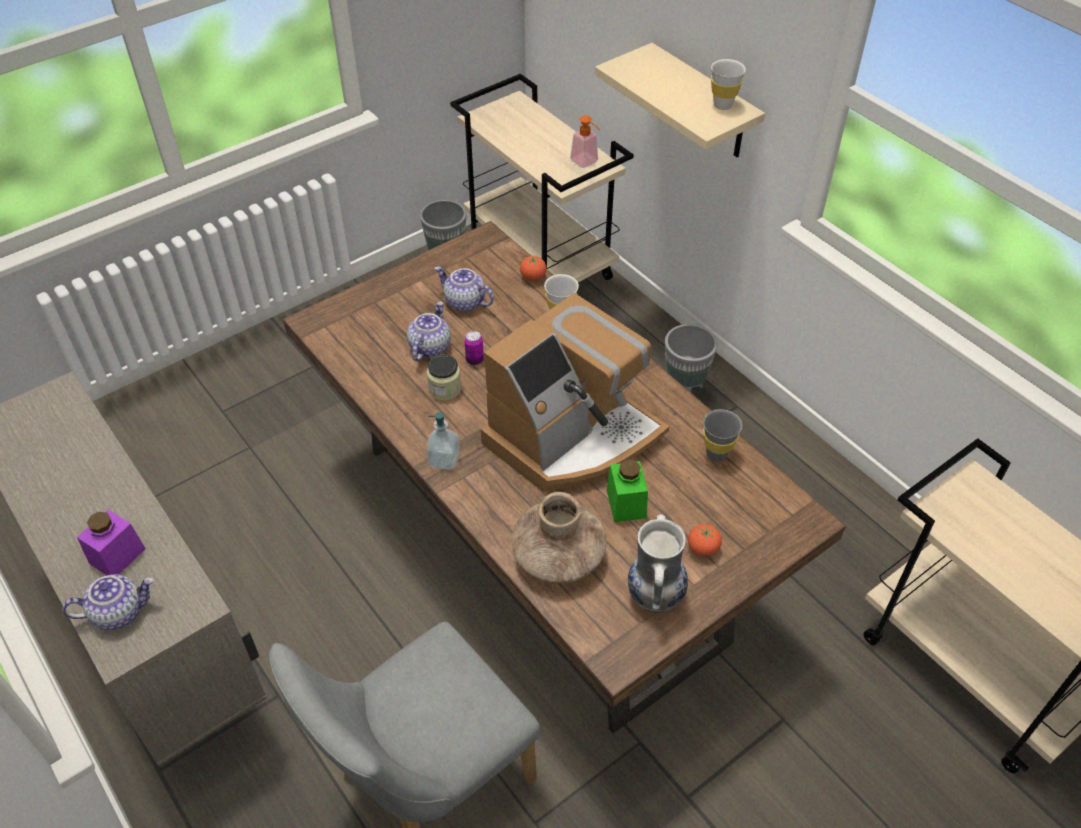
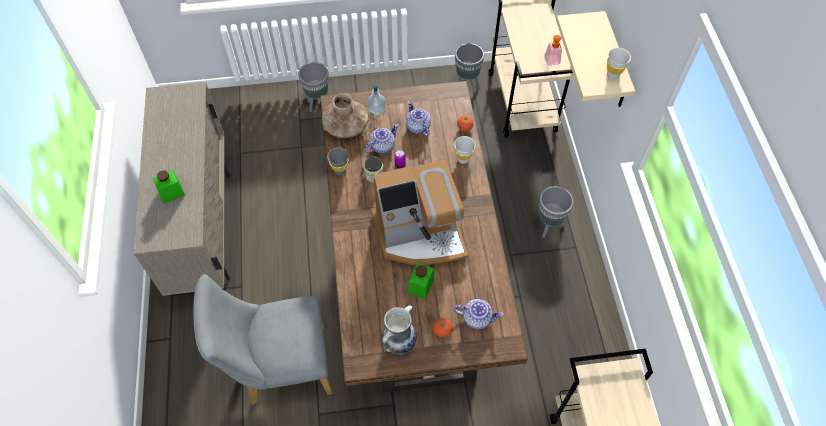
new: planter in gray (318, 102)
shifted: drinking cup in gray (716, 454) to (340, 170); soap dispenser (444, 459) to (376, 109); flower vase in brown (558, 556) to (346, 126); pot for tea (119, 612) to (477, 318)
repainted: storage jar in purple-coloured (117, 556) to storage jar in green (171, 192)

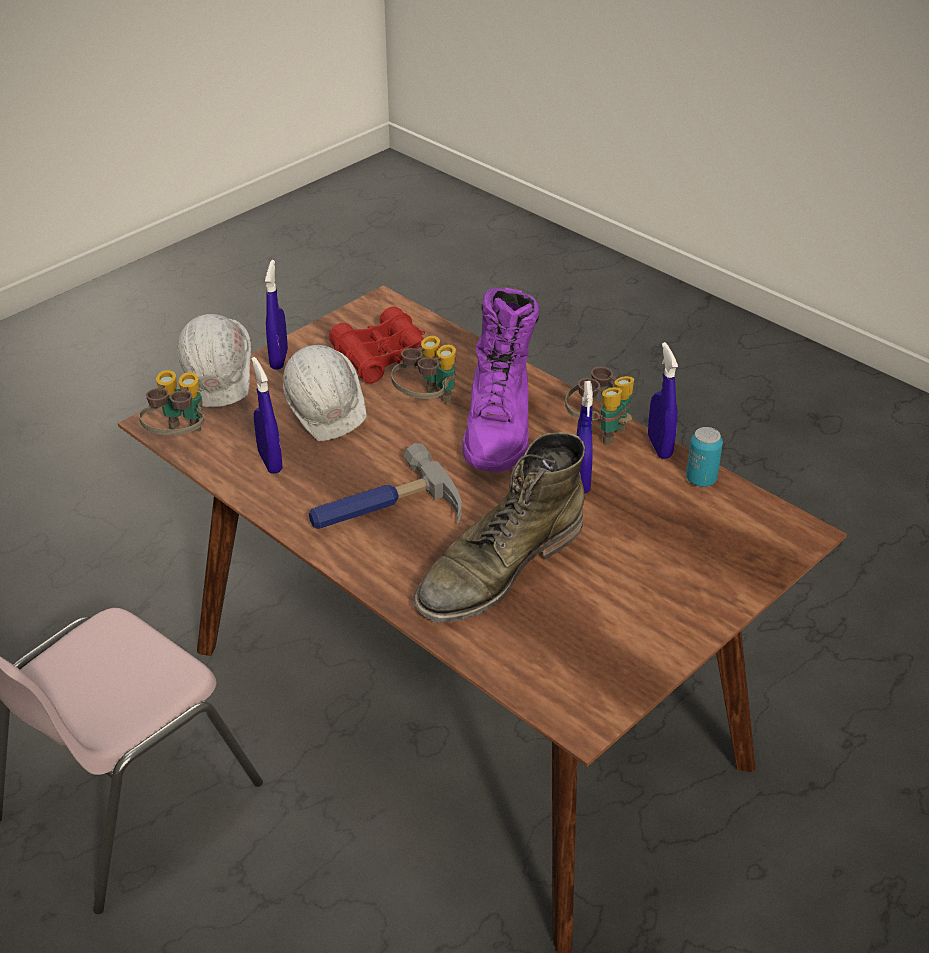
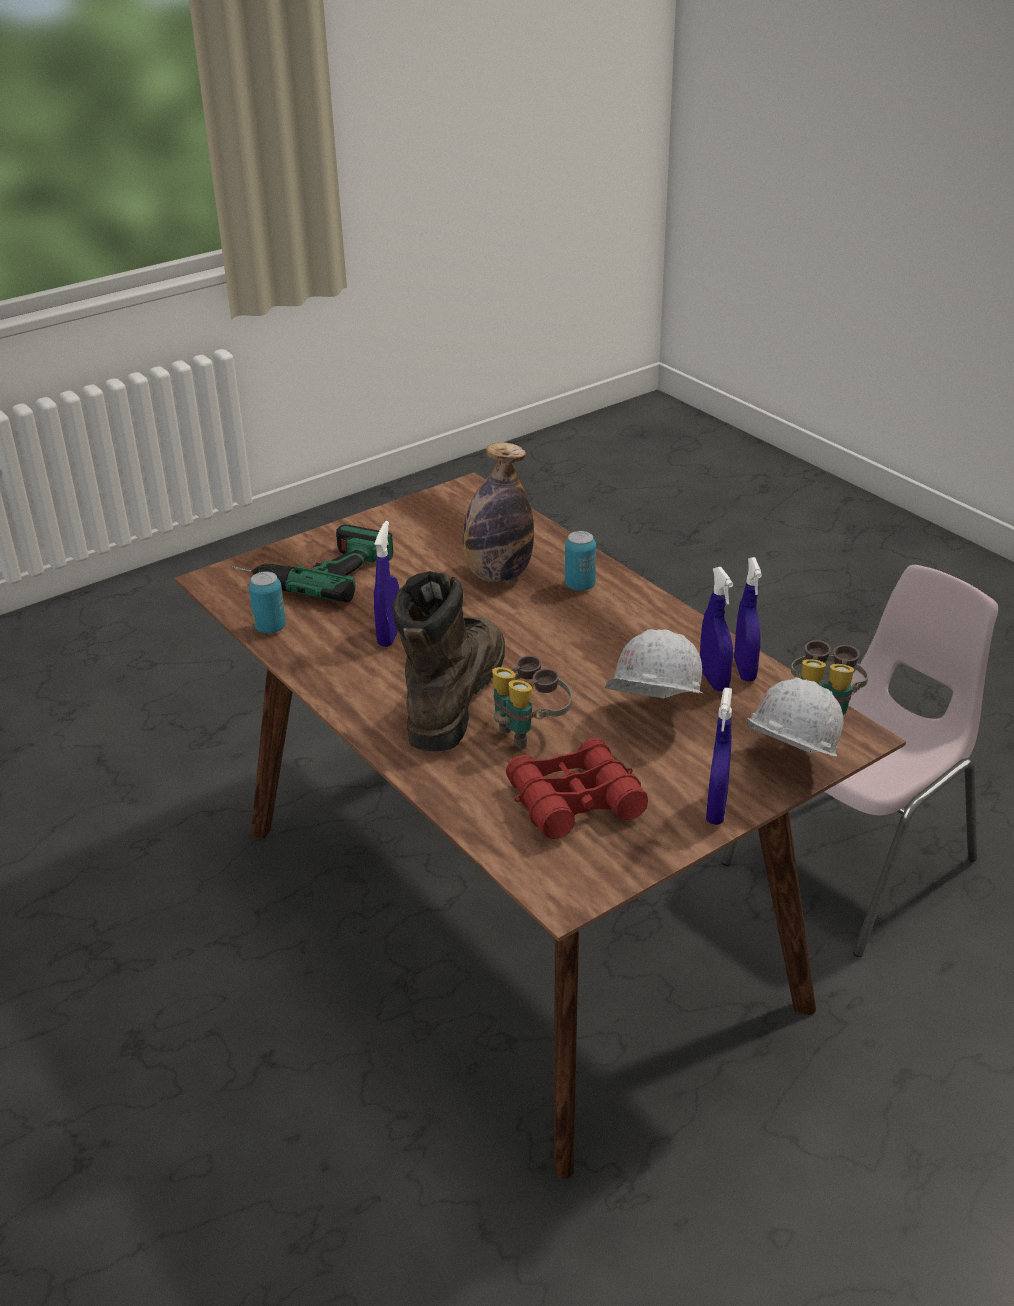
gone: binoculars (599, 430); tool hammer (383, 511)
new: electric drill (312, 570); sealed can (580, 585)
shifted: spray bottle in blue (659, 447) to (744, 670)
swapped: tall boot in green (498, 568) to bottle (498, 575)
repainted: tall boot in purple-coloured (499, 427) to tall boot in brown (453, 695)

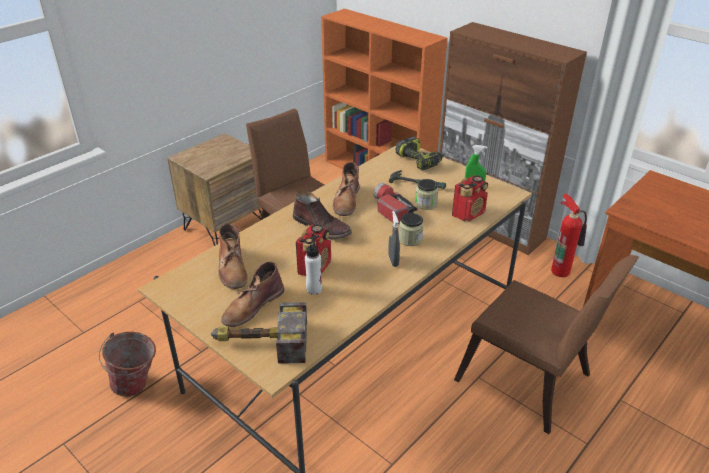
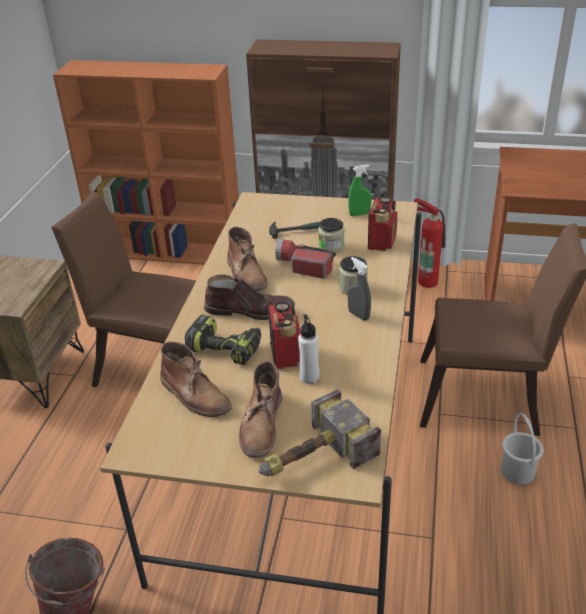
new: pail in white (518, 471)
shifted: electric drill (419, 160) to (226, 348)

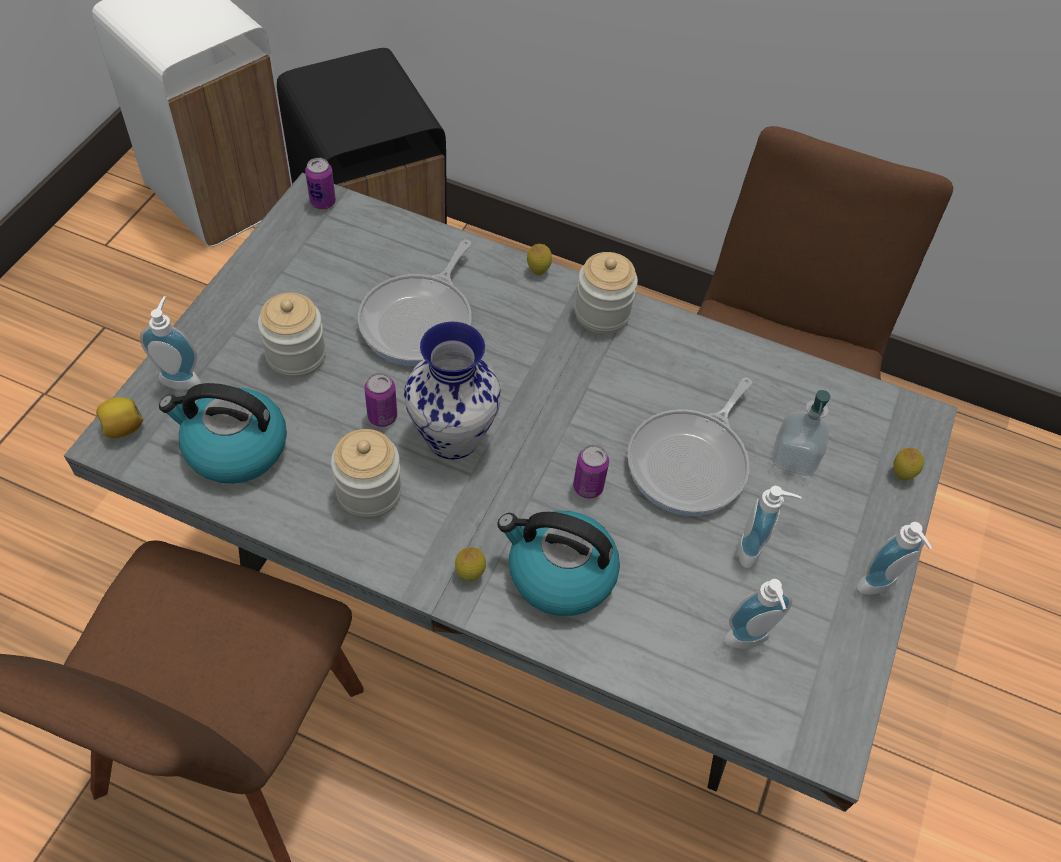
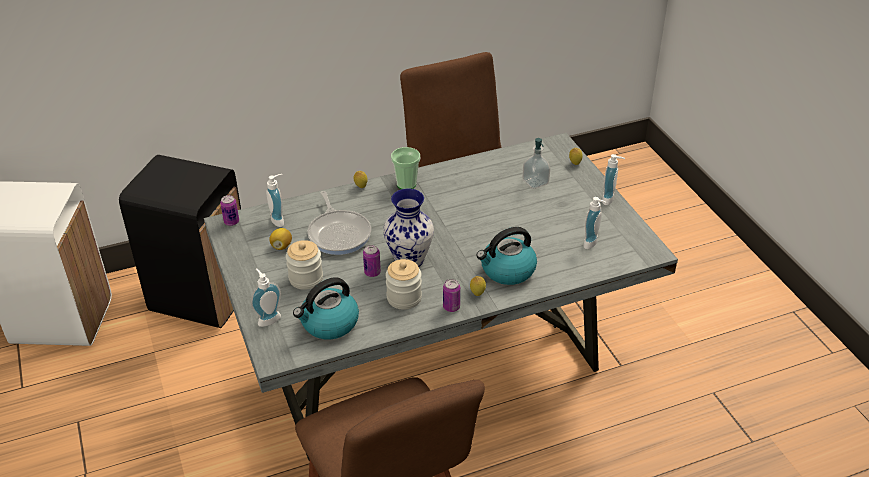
gone: pan (691, 463)
shifted: lemon (123, 428) to (281, 246); sealed can (588, 487) to (451, 307); soap dispenser (754, 550) to (280, 220)
swapped: storage jar (602, 313) to drinking cup (406, 184)

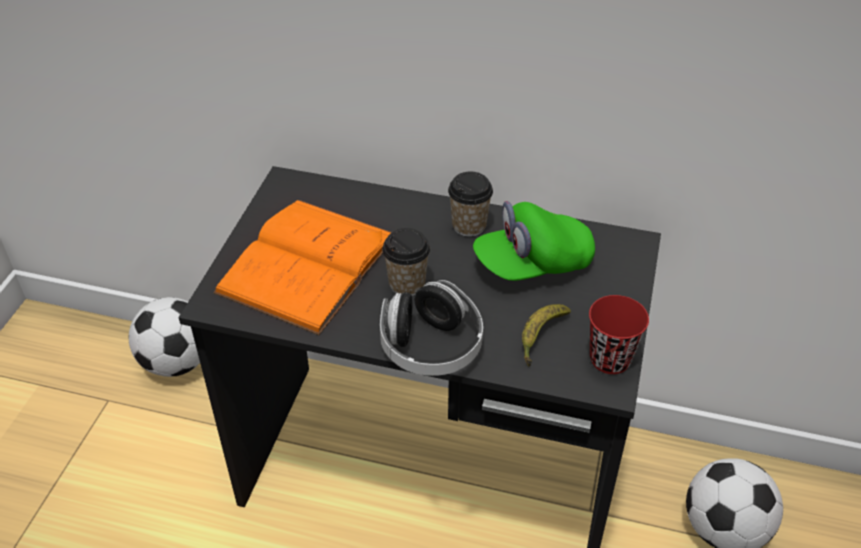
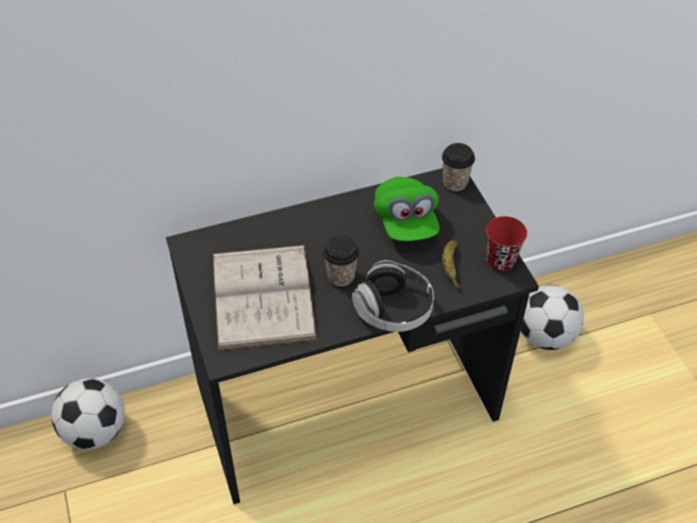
shifted: drinking cup (469, 226) to (455, 182)
repainted: book in orange-coloured (308, 263) to book in white (263, 295)
rotated: baseball cap in green (533, 264) = (406, 222) 45 degrees counterclockwise

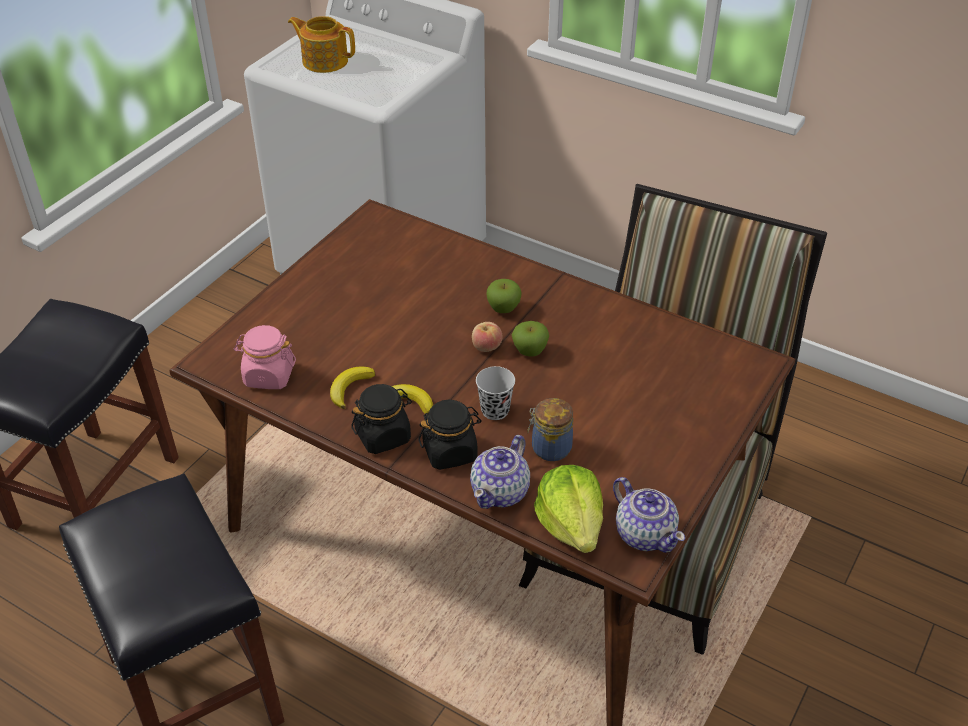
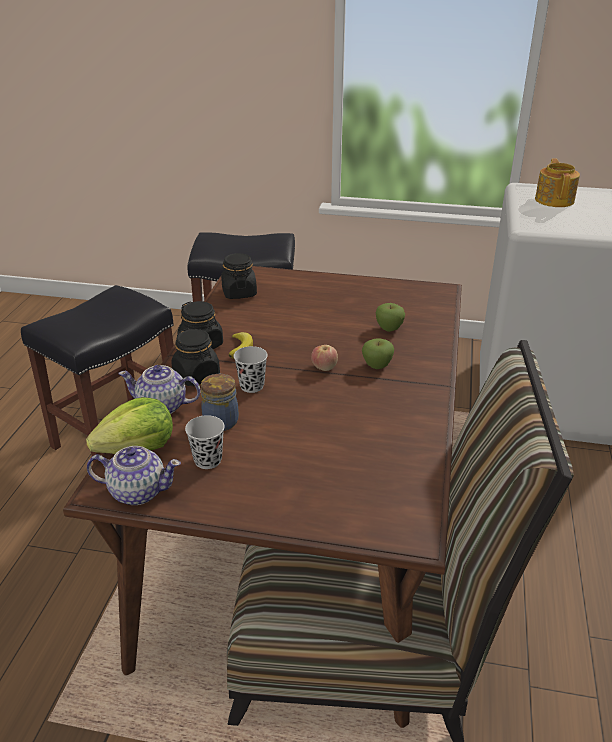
gone: whole banana (350, 388)
new: drinking cup in blackish (208, 460)
shifted: apple (529, 351) to (389, 328)
repainted: storage jar in pink-coloured (268, 376) to storage jar in blackish (239, 292)
rotated: pot for tea (645, 533) = (137, 491) 120 degrees counterclockwise

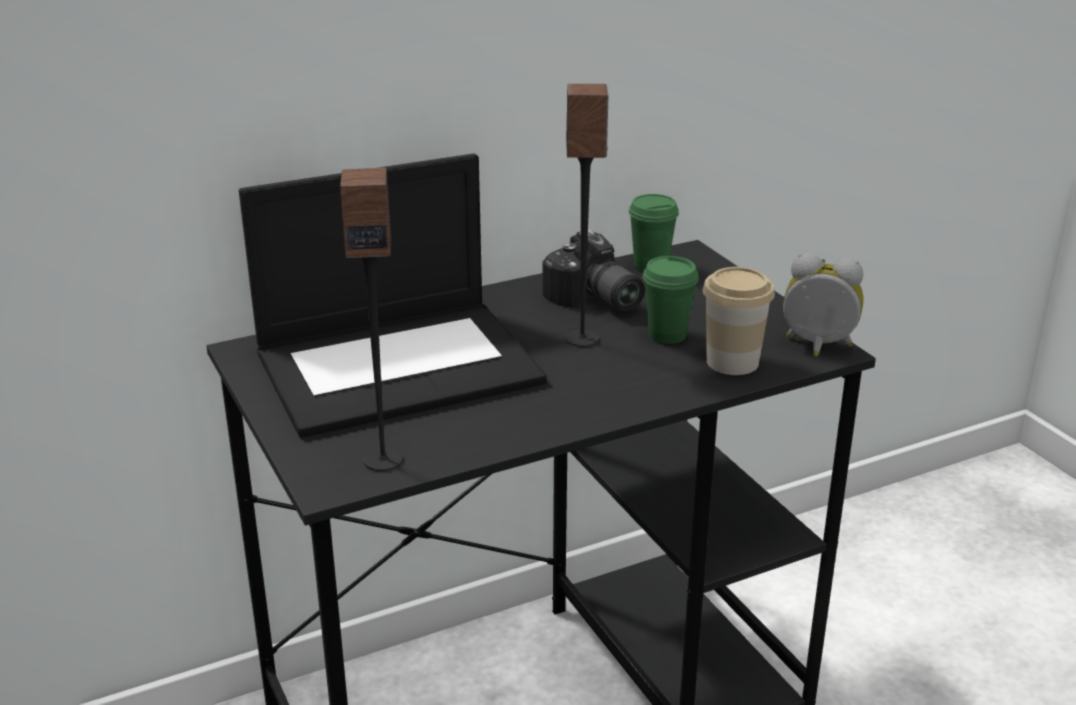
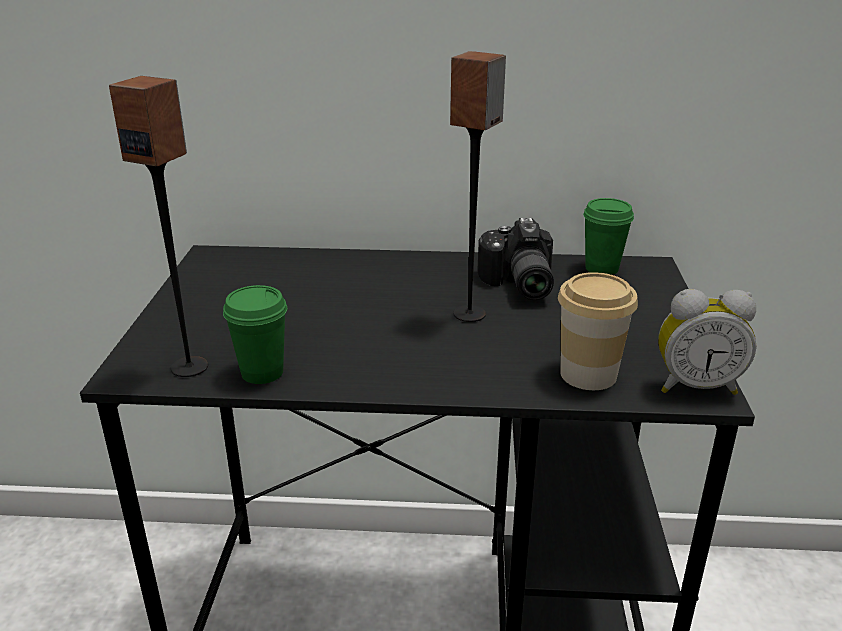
gone: portable computer (400, 365)
shifted: drinking cup in green (667, 335) to (262, 372)
rotated: table clock (817, 347) = (695, 386) 135 degrees clockwise

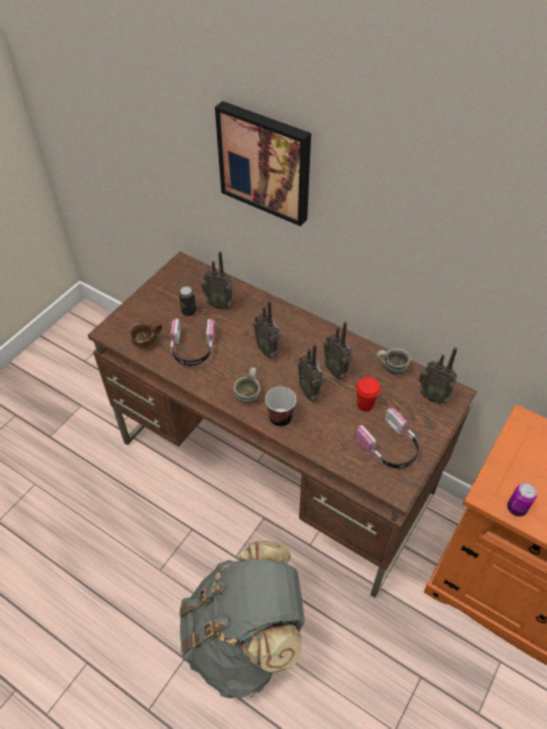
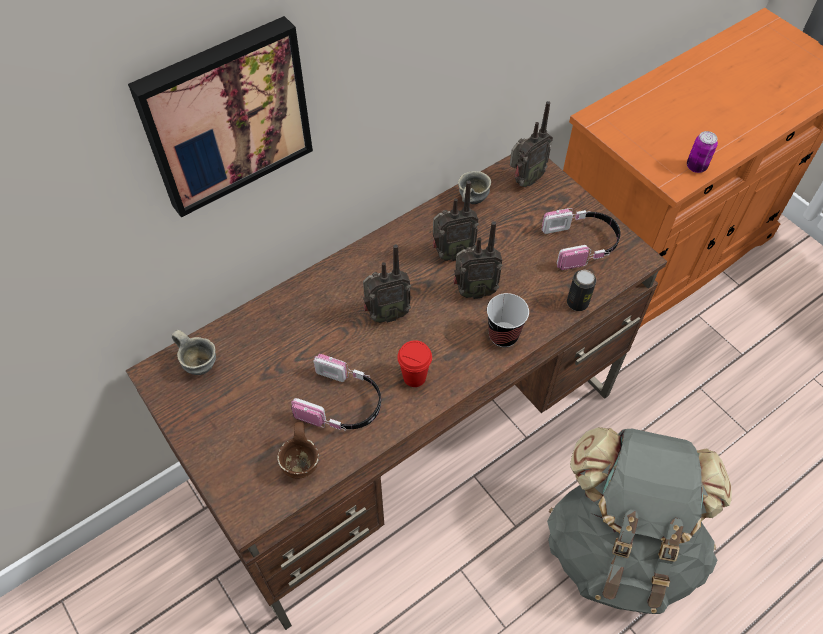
gone: radio (219, 304)
shifted: sealed can (189, 311) to (577, 303); mug in gray (249, 396) to (200, 363); drinking cup in red-coloured (365, 405) to (414, 377)

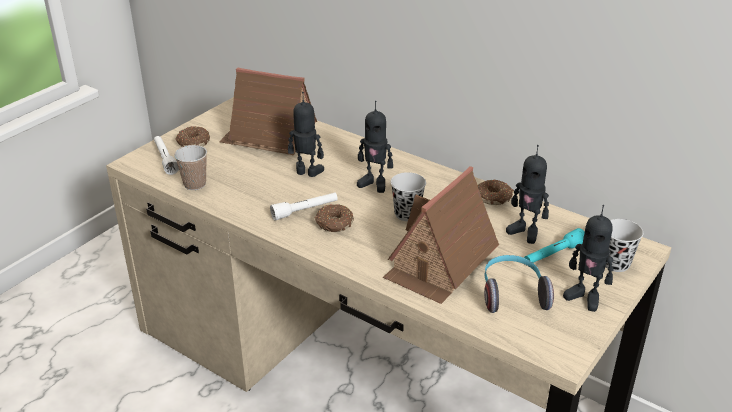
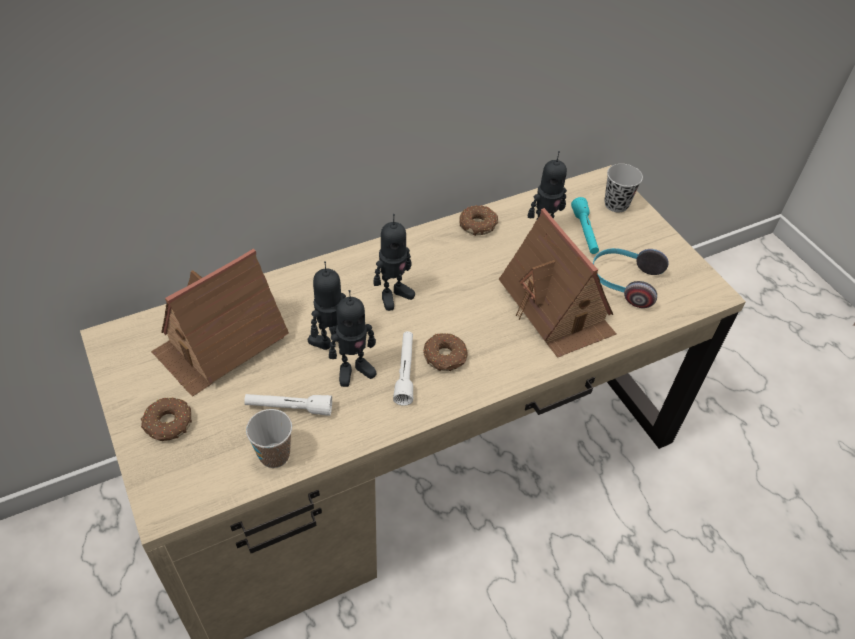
gone: drinking cup in blackish (407, 214)
shifted: torch in white (165, 159) to (289, 408); robot figure (584, 297) to (354, 370)

